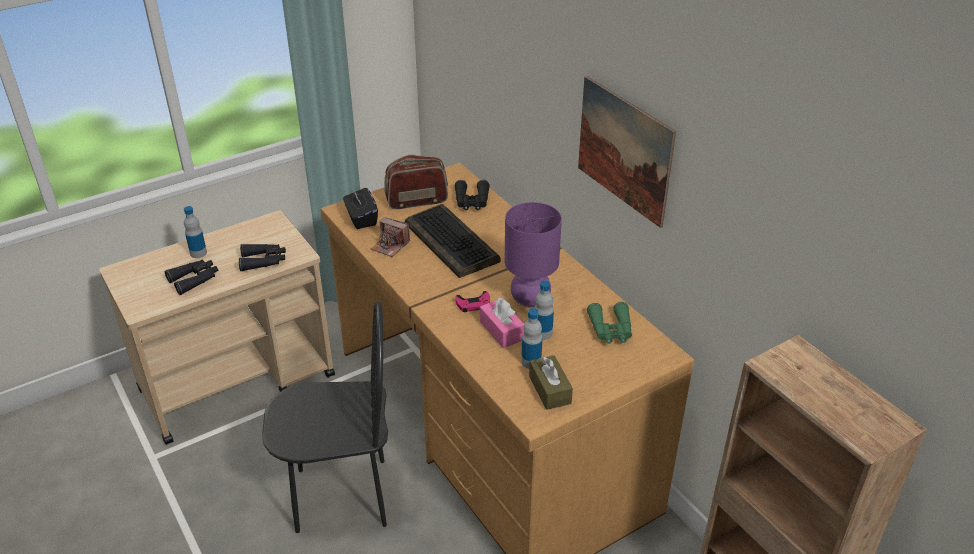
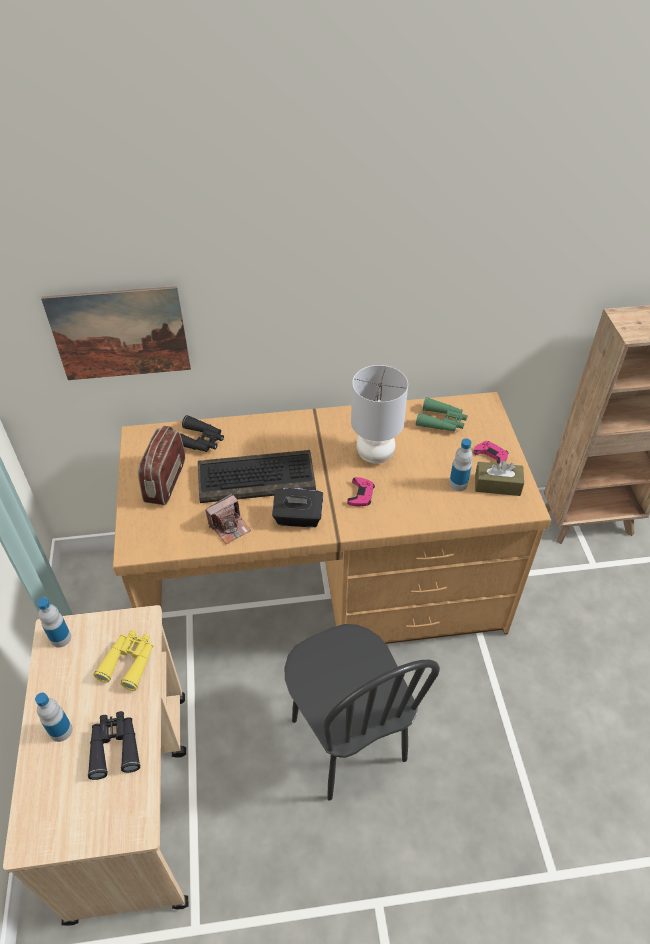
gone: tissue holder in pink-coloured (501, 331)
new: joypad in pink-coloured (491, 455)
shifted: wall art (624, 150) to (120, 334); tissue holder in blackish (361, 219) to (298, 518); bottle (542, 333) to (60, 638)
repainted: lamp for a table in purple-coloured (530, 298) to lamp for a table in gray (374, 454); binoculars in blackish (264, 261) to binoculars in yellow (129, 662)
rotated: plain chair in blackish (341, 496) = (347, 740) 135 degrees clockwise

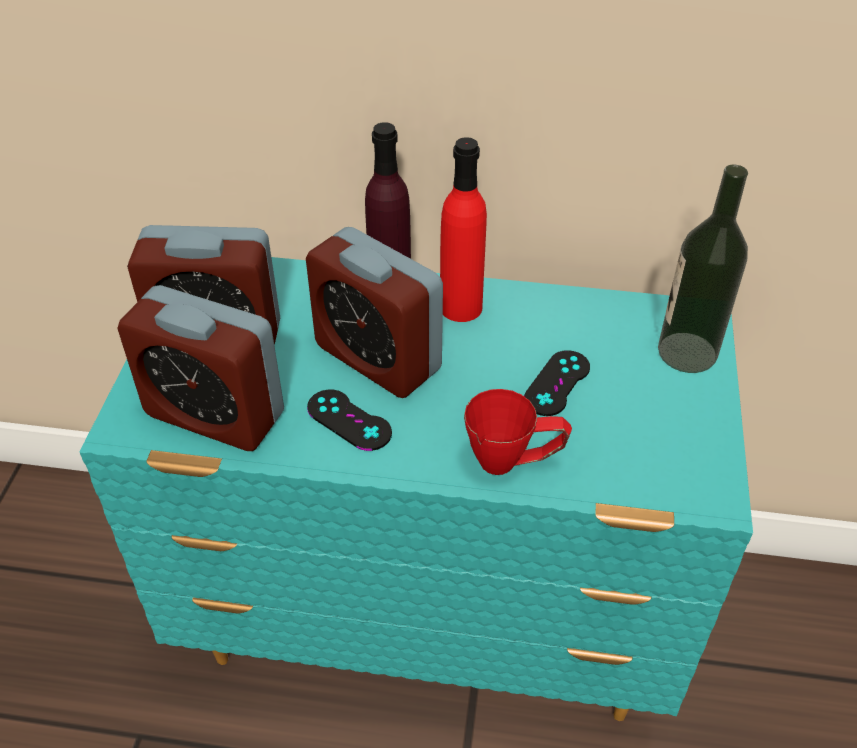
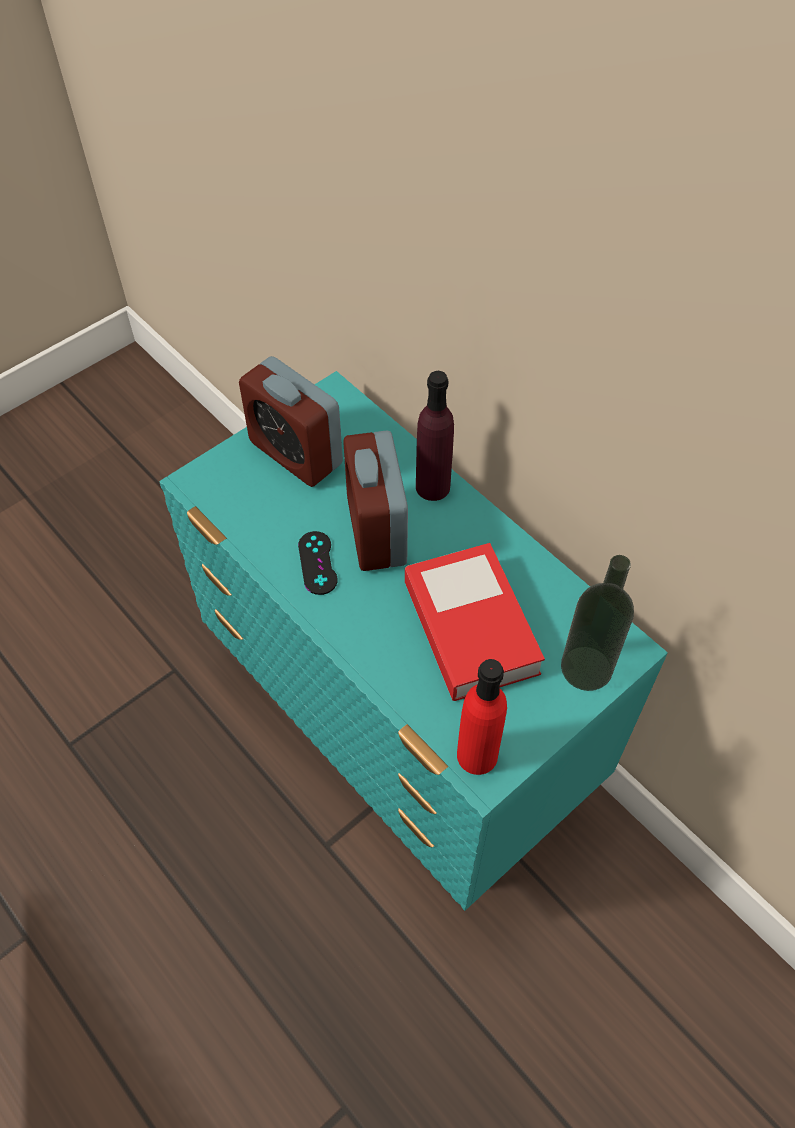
gone: table clock (215, 414); mug in red-coloured (514, 462)
shifted: bottle in red-coloured (461, 307) to (477, 755)
swapped: joypad in blackish (557, 383) to book (470, 628)

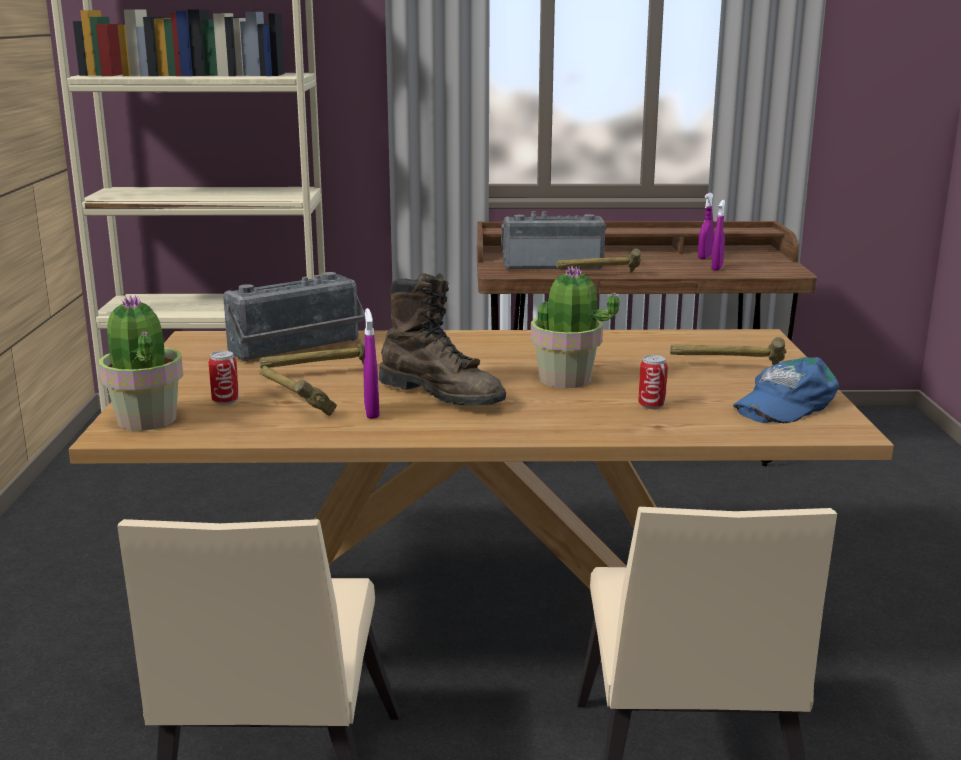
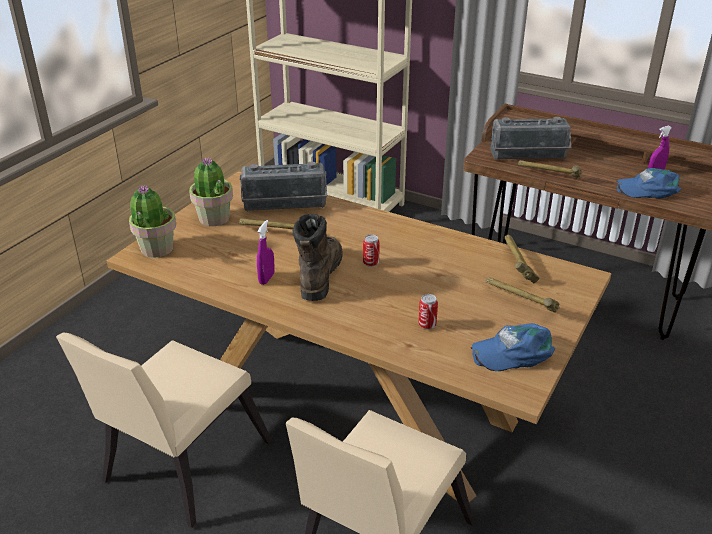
shifted: houseplant (566, 380) to (214, 219); sealed can (225, 401) to (371, 263); tool hammer (293, 403) to (517, 265)
swapped: spray bottle in purple-coloured (717, 268) to baseball cap in blue (648, 189)
rotated: radio (552, 265) = (528, 157) 150 degrees clockwise; tall boot in brown (442, 394) = (319, 274) 150 degrees counterclockwise

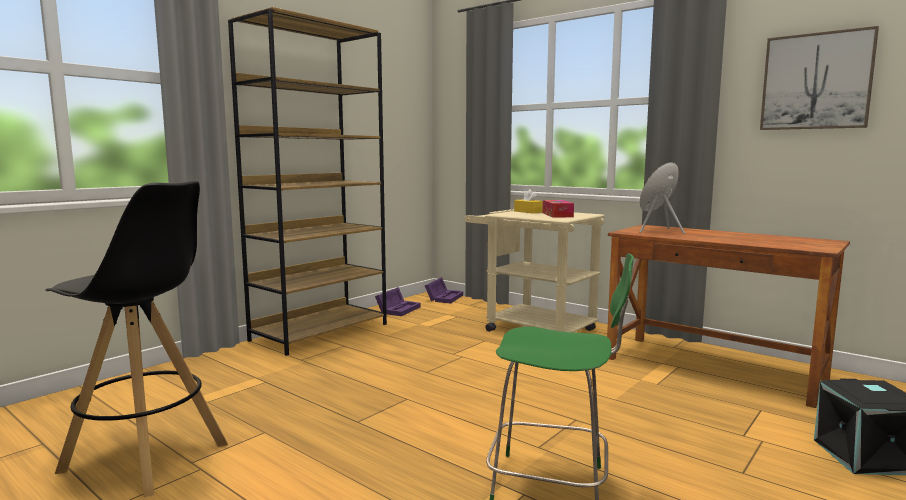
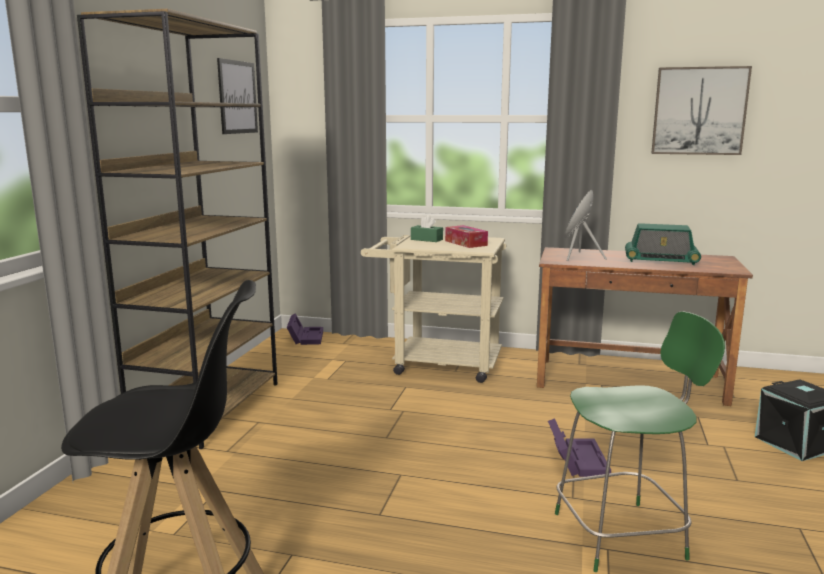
new: wall art (237, 97); radio (660, 260)
shifted: storage box in purple-coloured (398, 309) to (576, 459)
repainted: tissue holder in yellow (528, 212) to tissue holder in green (426, 239)

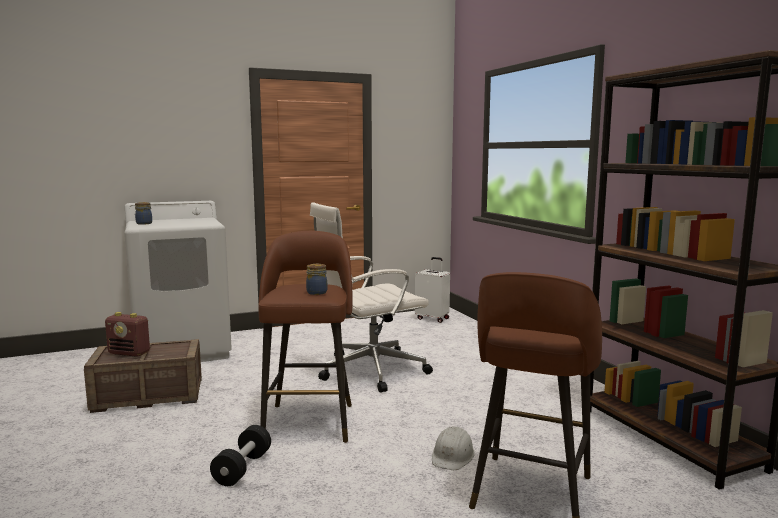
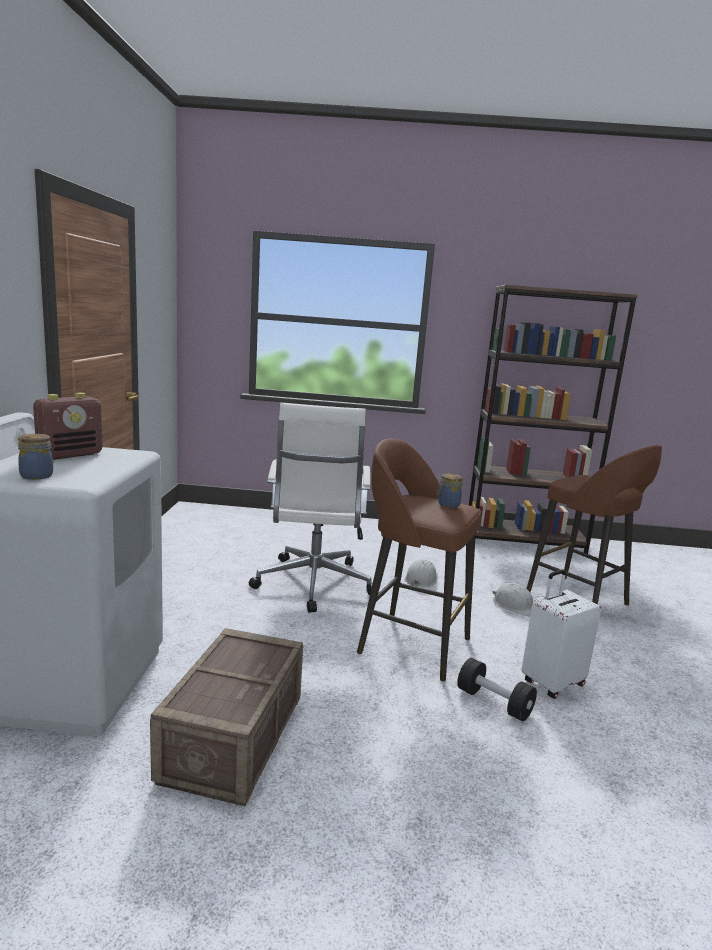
new: hard hat in white (421, 579)
shifted: suitcase in white (433, 318) to (551, 683); radio (129, 353) to (71, 455)

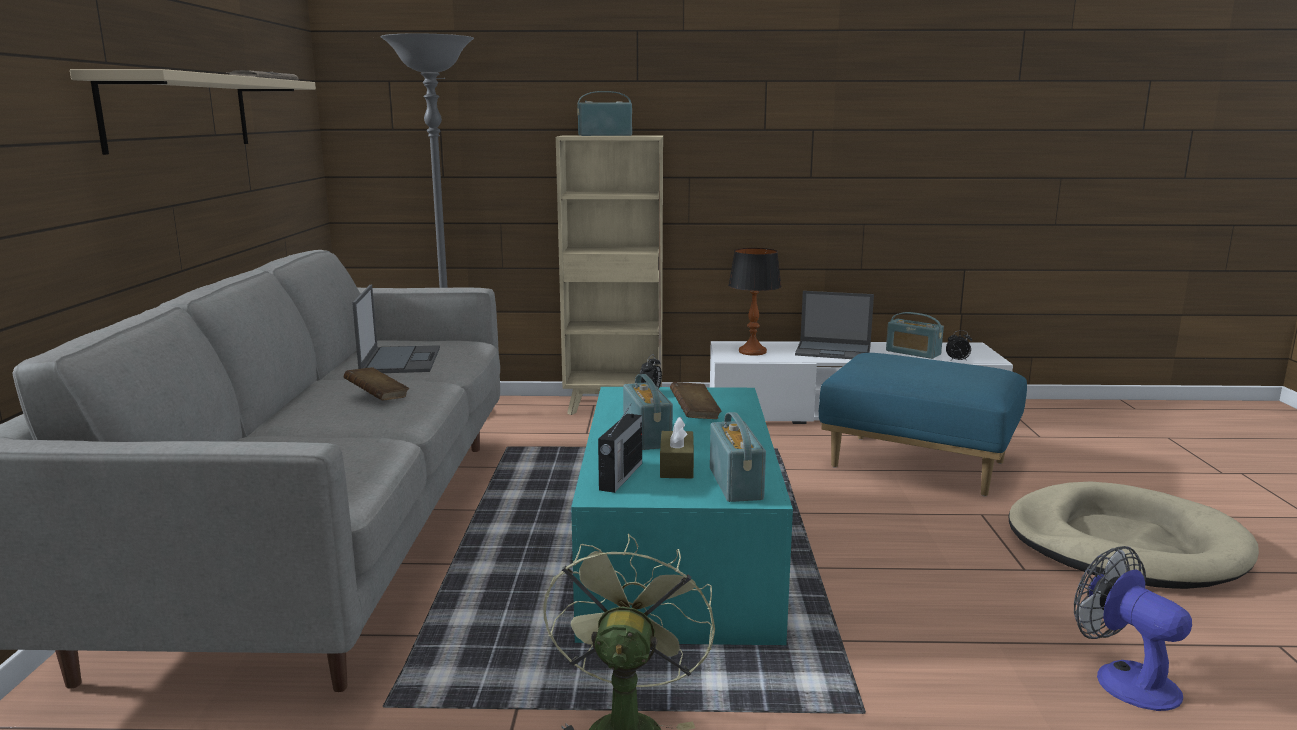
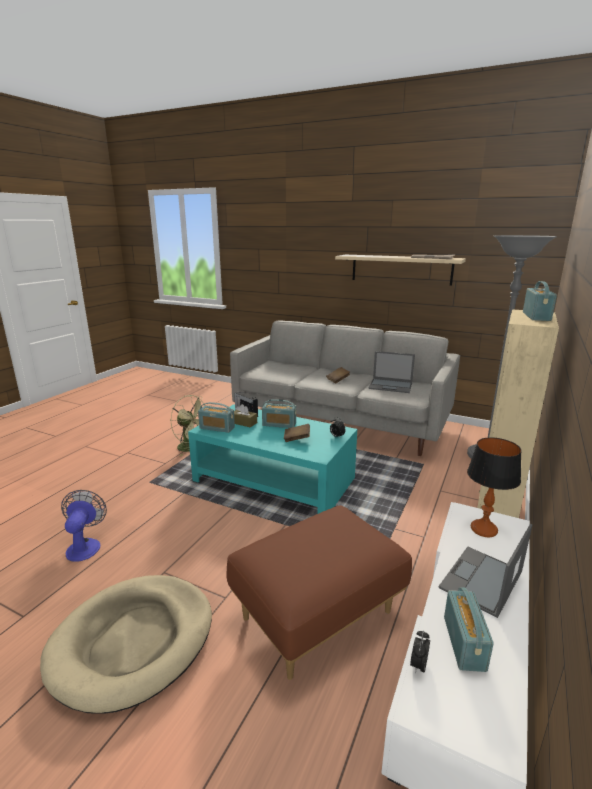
repainted: footrest in blue (918, 464) to footrest in brown (317, 617)
rotated: radio (913, 353) = (464, 643) 120 degrees clockwise; electric fan (1124, 678) = (85, 545) 90 degrees counterclockwise

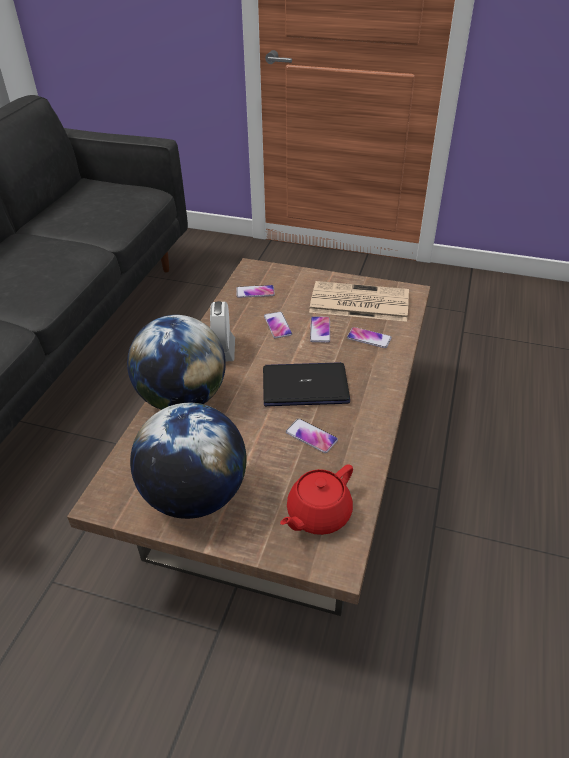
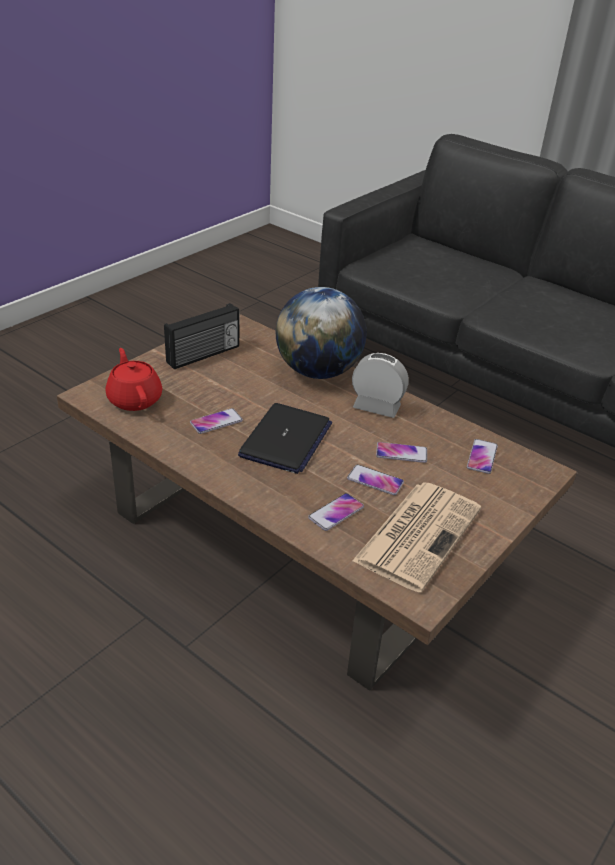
swapped: world globe (195, 496) to radio (204, 355)

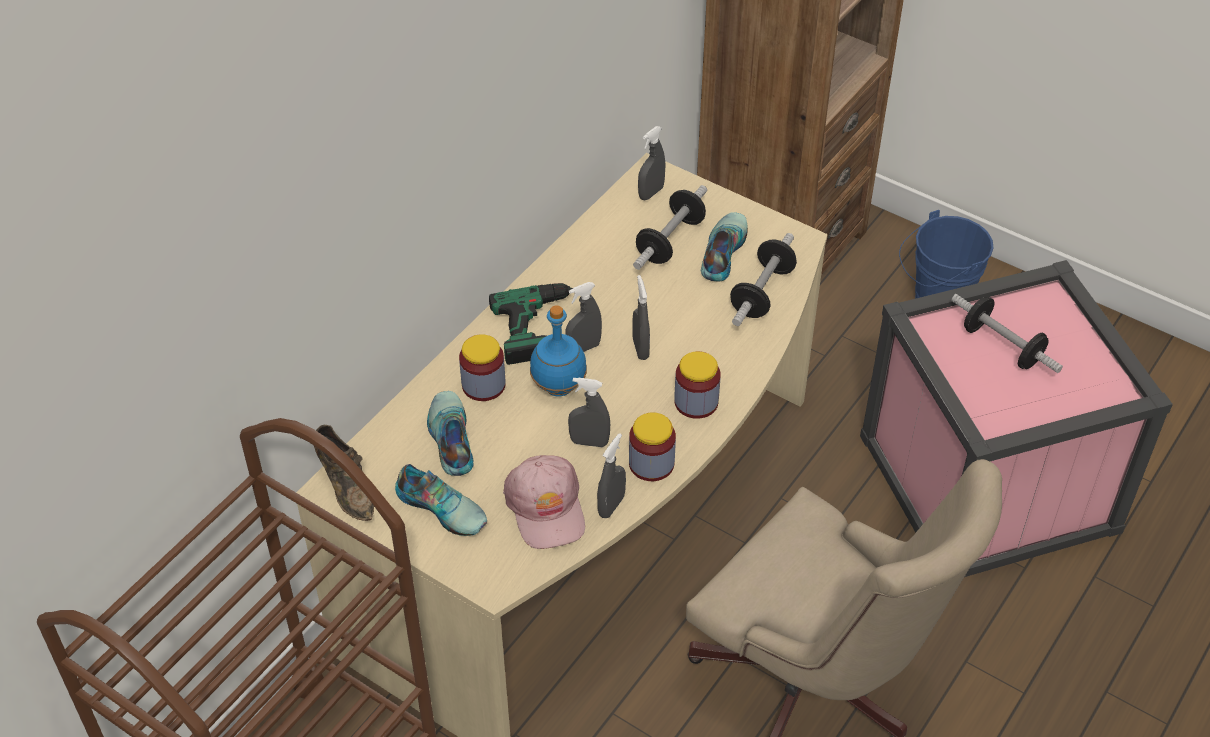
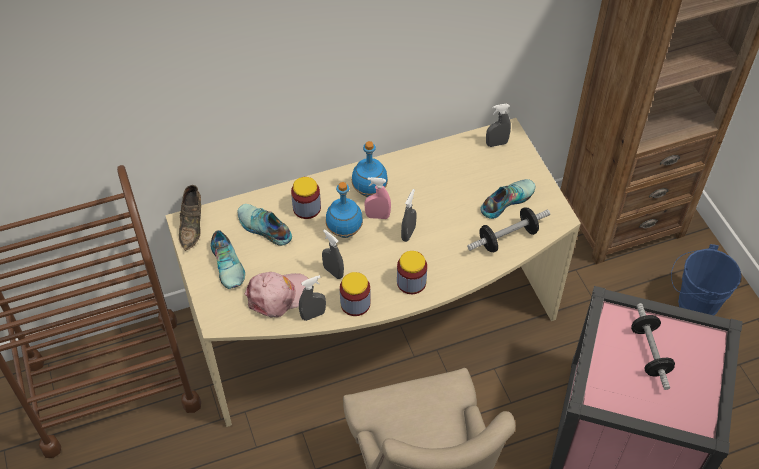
gone: hand weight (670, 241)
swapped: electric drill (547, 324) to bottle in blue (370, 192)
repainted: spray bottle in gray (583, 348) to spray bottle in pink-coloured (377, 216)
rotated: low shoe (449, 439) = (264, 229) 75 degrees counterclockwise; baseball cap in pink-coloured (546, 508) = (279, 296) 135 degrees counterclockwise

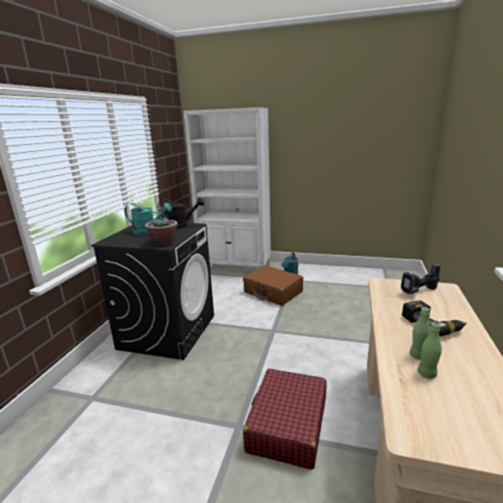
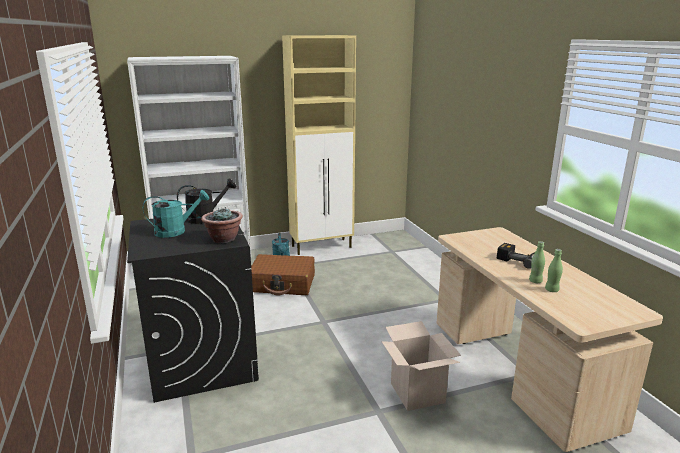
gone: electric drill (420, 292)
new: cupboard in beige-coloured (322, 246)
swapped: suitcase in red-coloured (287, 425) to carton (417, 393)

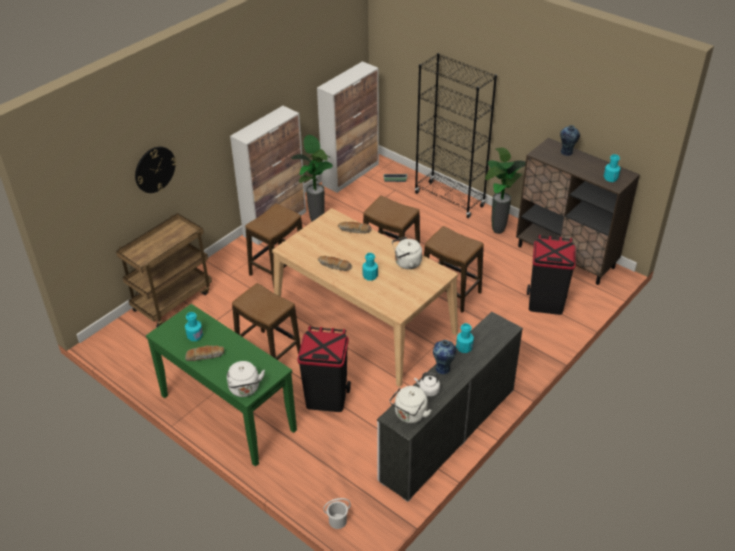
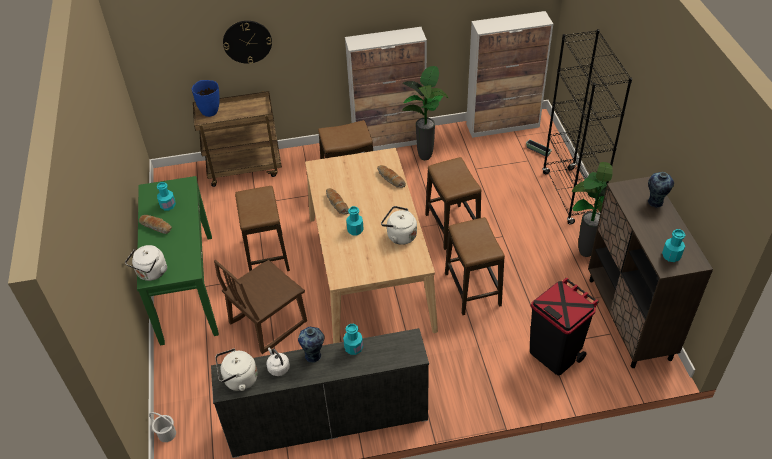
new: flower vase in blue (210, 111)
swapped: waste bin in blackish (326, 398) to plain chair in brown (268, 322)

